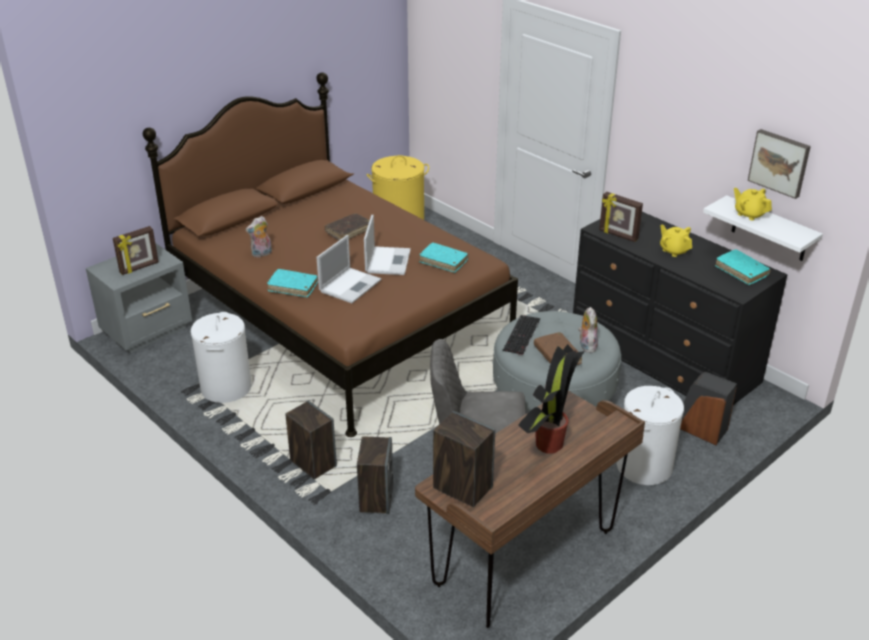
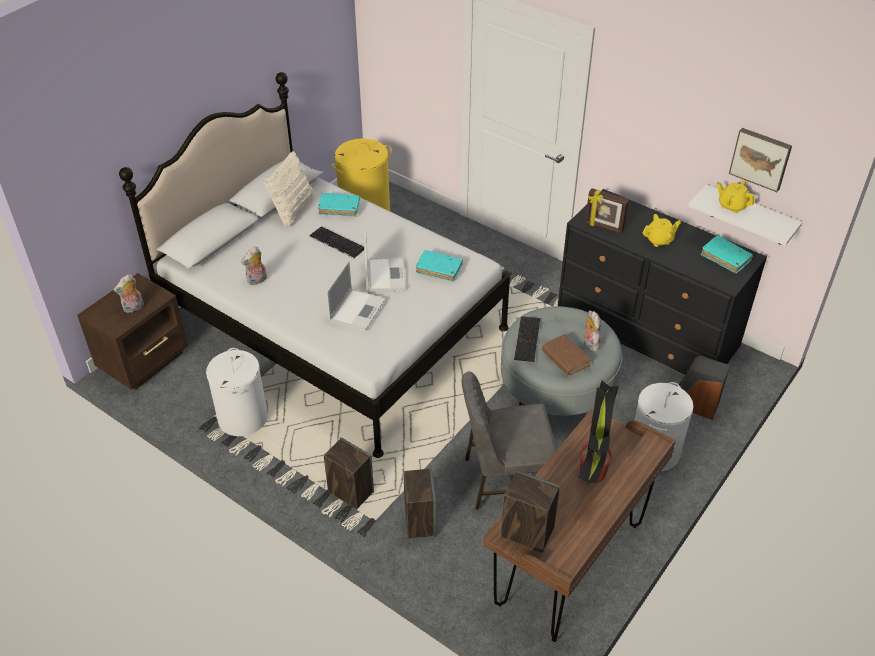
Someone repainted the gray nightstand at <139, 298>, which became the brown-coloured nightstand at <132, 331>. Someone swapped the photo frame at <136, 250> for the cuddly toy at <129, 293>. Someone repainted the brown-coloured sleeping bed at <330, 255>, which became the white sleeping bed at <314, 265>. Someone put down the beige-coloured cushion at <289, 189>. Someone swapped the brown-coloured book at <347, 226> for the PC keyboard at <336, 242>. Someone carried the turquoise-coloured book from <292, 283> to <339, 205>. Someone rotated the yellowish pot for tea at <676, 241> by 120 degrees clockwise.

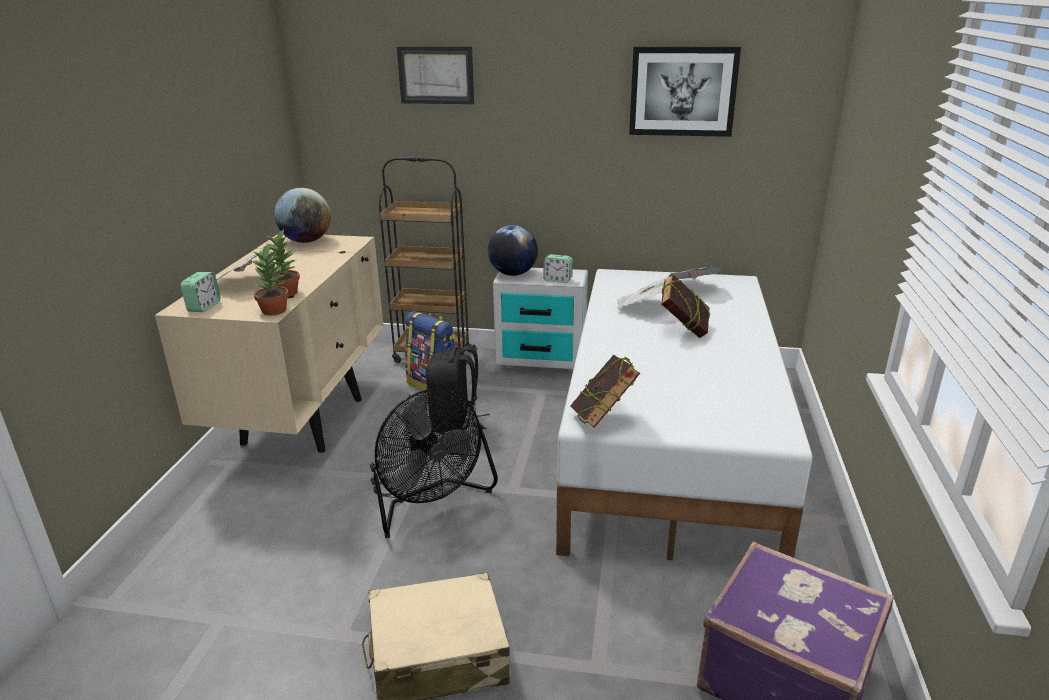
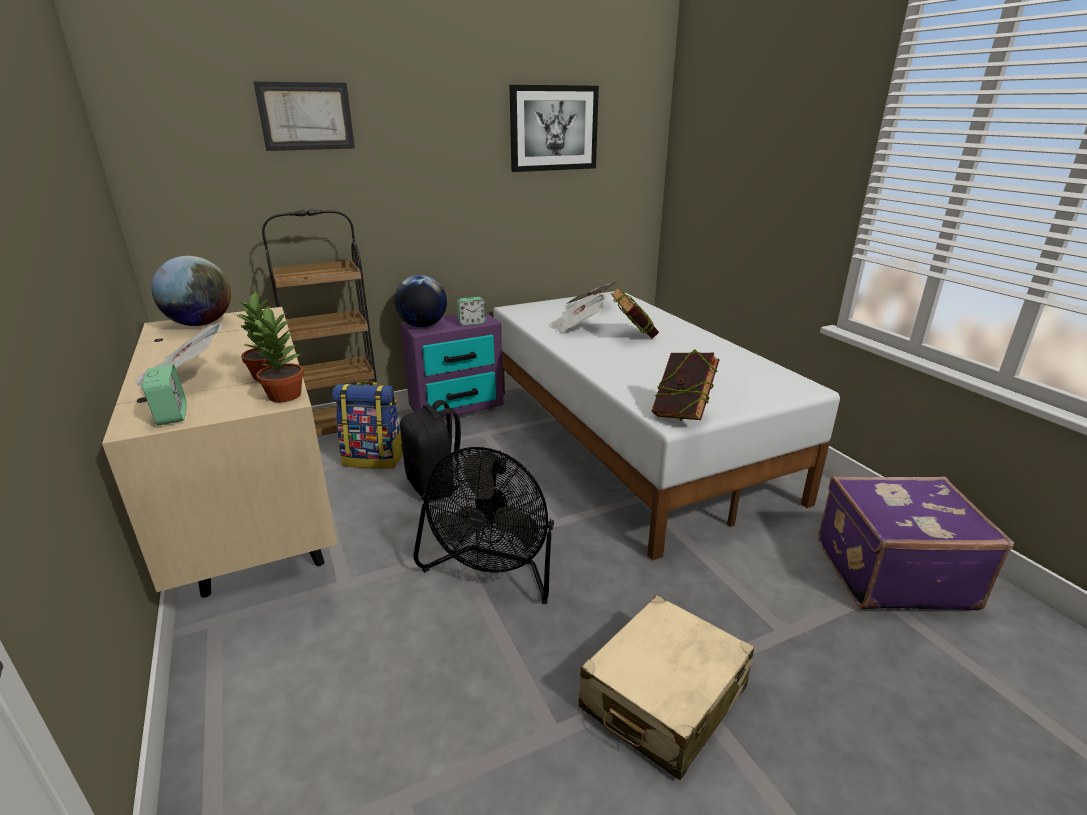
Someone repainted the white nightstand at <540, 320>, which became the purplish nightstand at <452, 365>. Someone rotated the black electric fan at <434, 463> by 90 degrees clockwise.

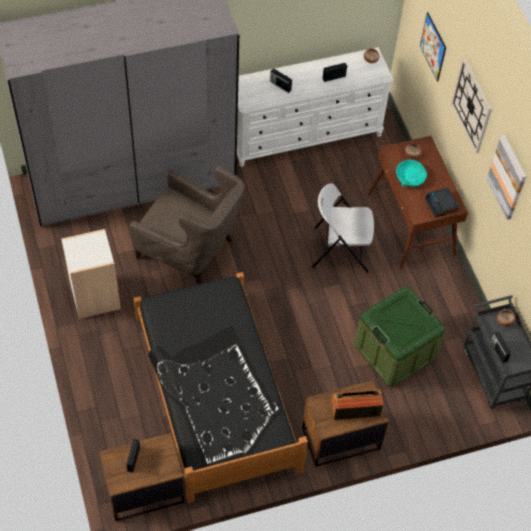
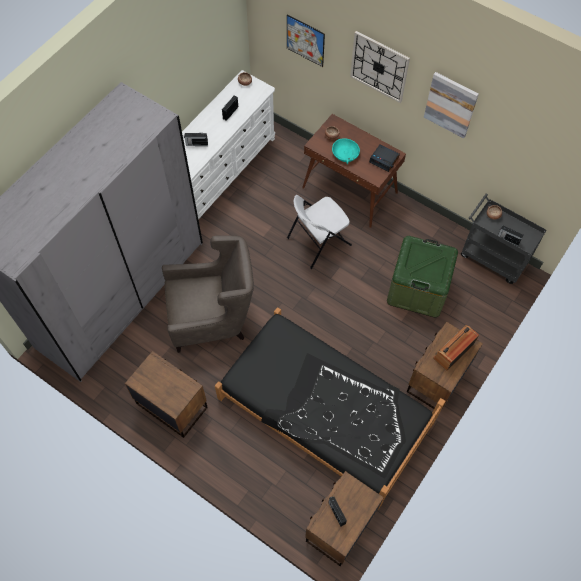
Someone swapped the bookcase at <91, 274> for the brown-coloured nightstand at <166, 394>.

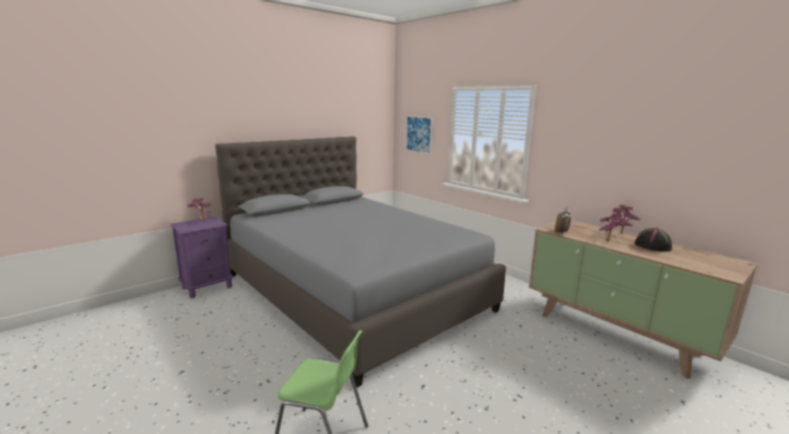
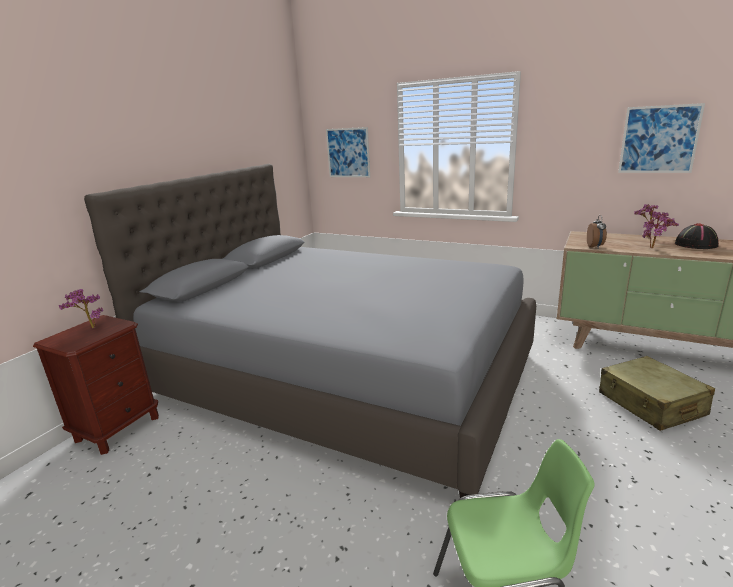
Someone repainted the purplish nightstand at <201, 257>, which became the brown-coloured nightstand at <96, 385>. Someone put down the beige-coloured piece of luggage at <657, 393>. Someone put up the wall picture at <661, 138>.

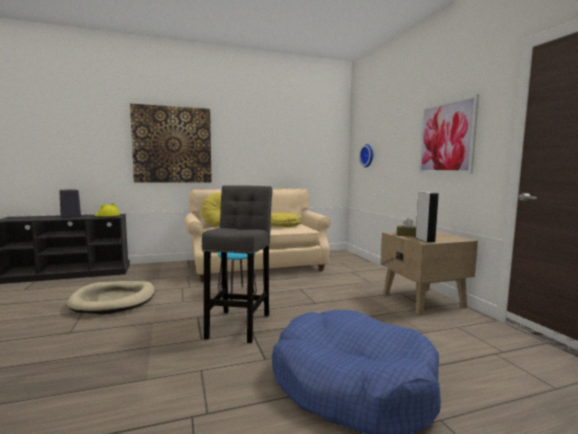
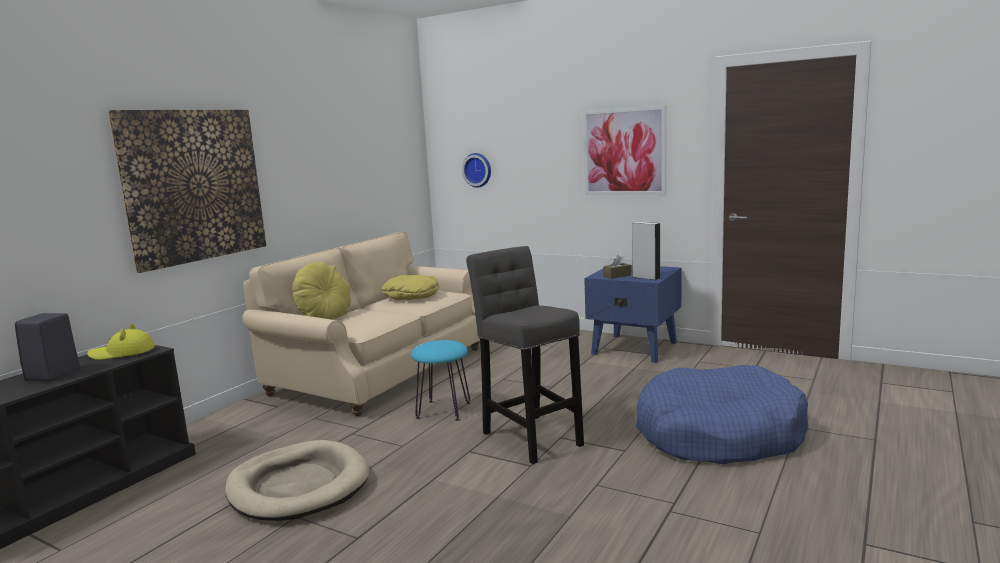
Someone repainted the beige-coloured nightstand at <429, 273>, which became the blue nightstand at <633, 313>.

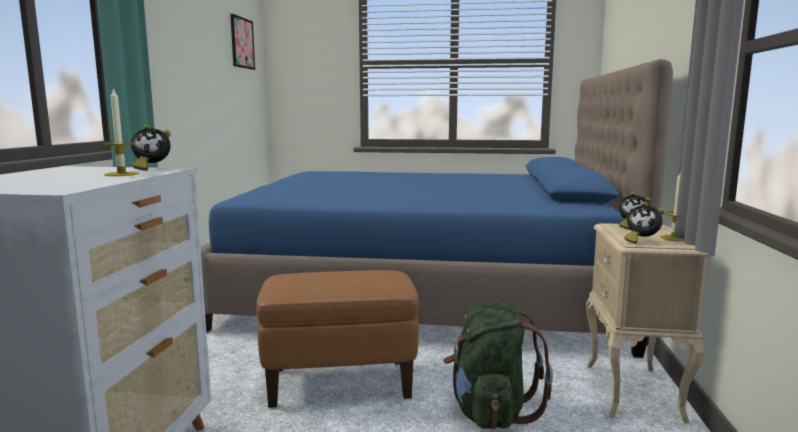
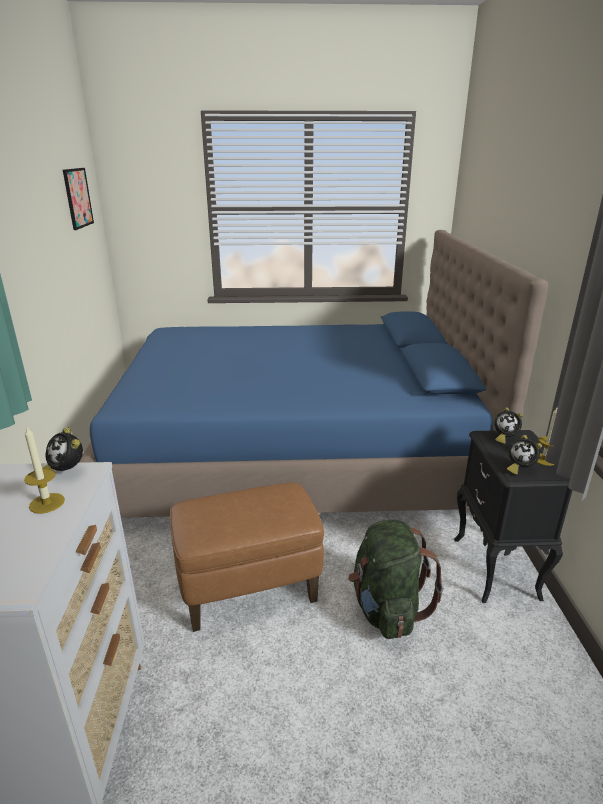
Someone rotated the bedside clock at <151, 148> by 60 degrees clockwise. Someone repainted the beige-coloured nightstand at <647, 323>, which became the black nightstand at <513, 516>.

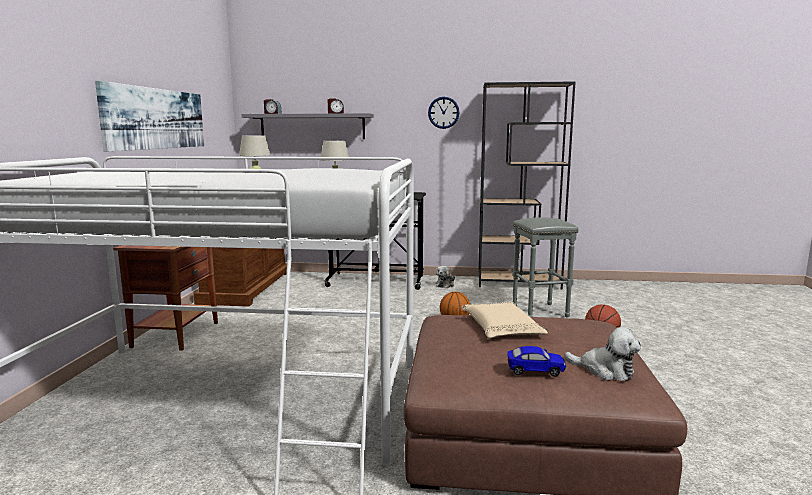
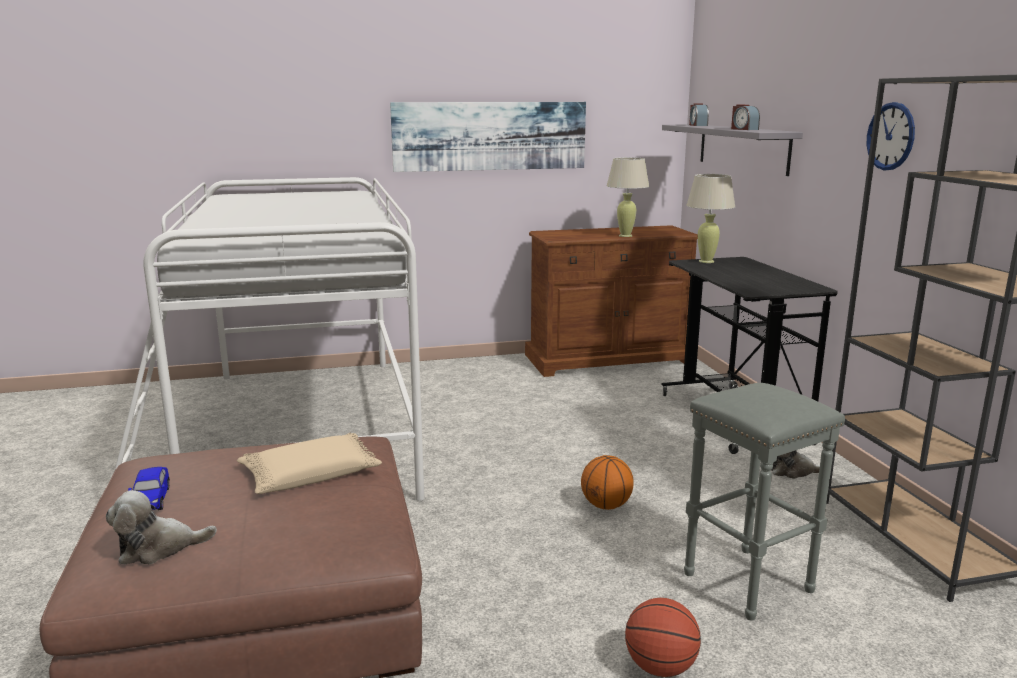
Someone rotated the cuddly toy at <602, 354> by 60 degrees clockwise. Someone took away the nightstand at <165, 293>.

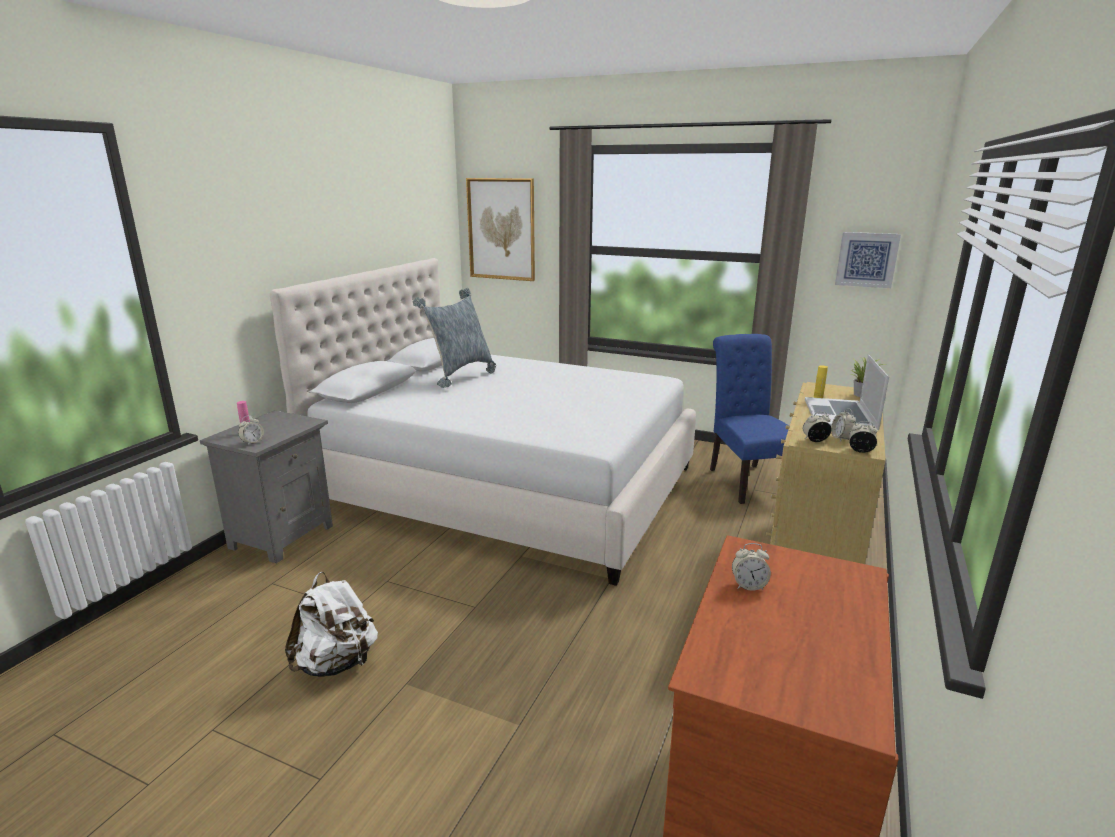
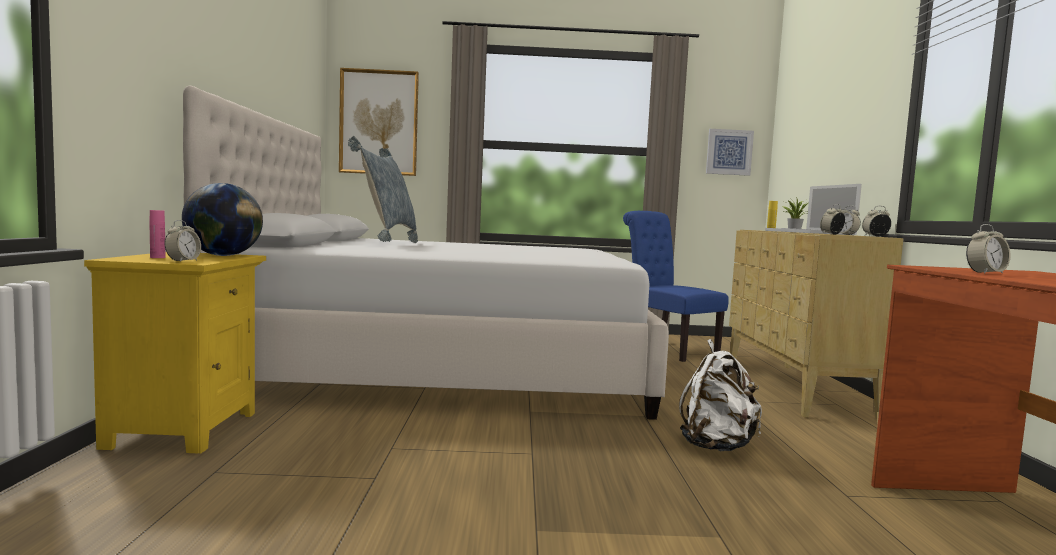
Someone repainted the gray nightstand at <266, 486>, which became the yellowish nightstand at <175, 353>. Someone put down the desk globe at <222, 219>. Someone carried the white backpack from <331, 624> to <720, 395>.

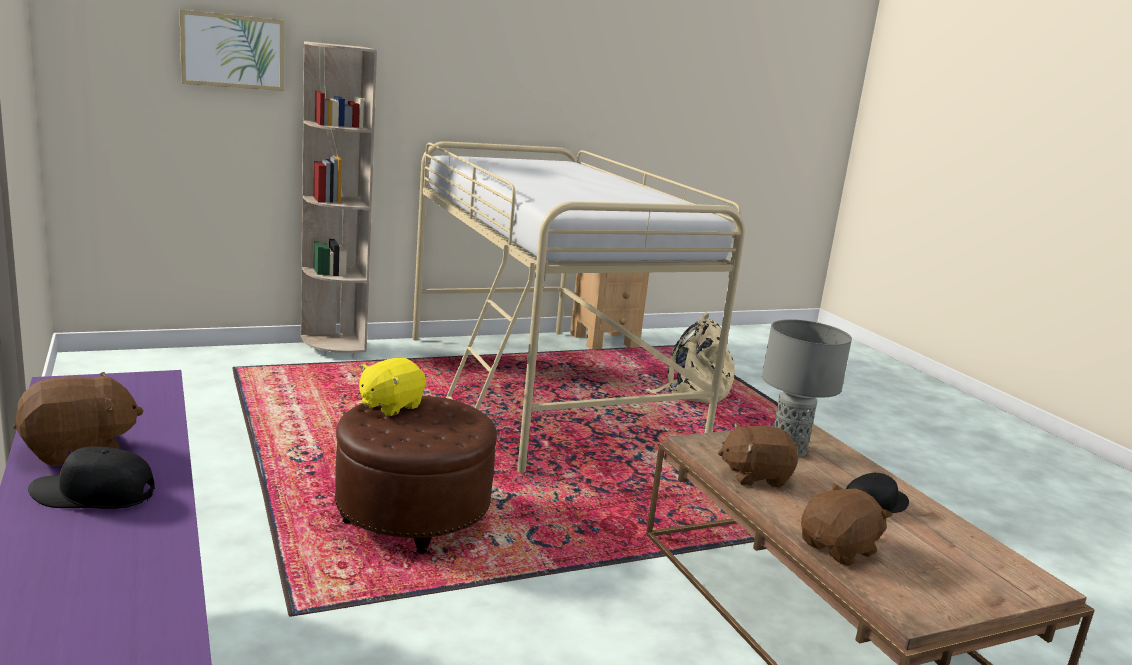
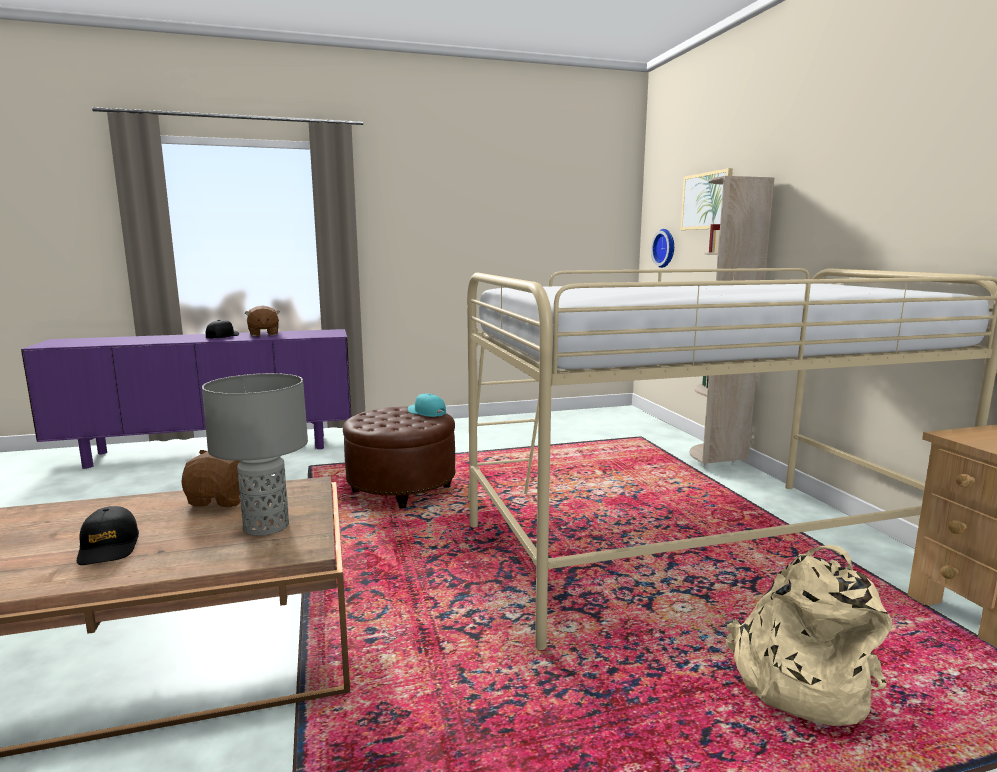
Someone swapped the yellowish cuddly toy at <392, 387> for the turquoise-coloured cap at <427, 405>. Someone put up the clock on the wall at <662, 248>. Someone took away the brown-coloured cuddly toy at <847, 524>.

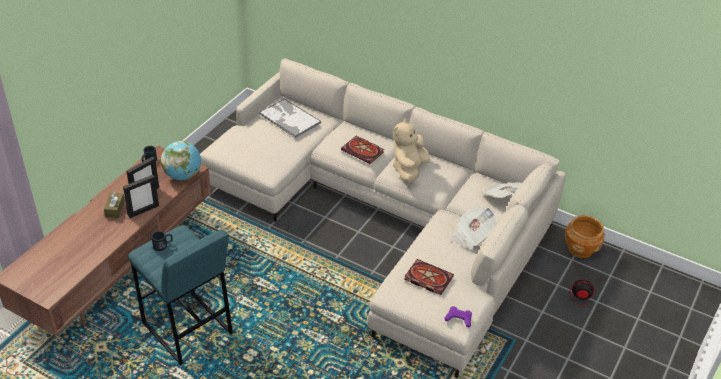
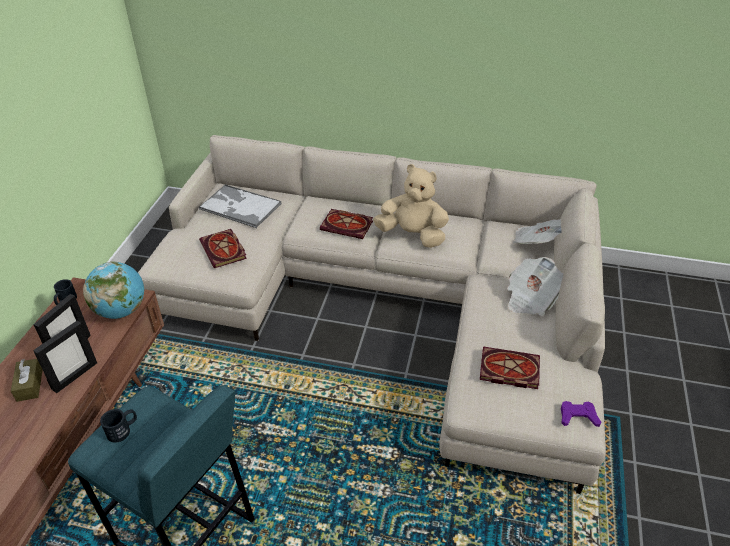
Someone put down the book at <223, 248>. Someone rotated the beige-coloured cuddly toy at <411, 150> by 105 degrees clockwise. Someone took away the electric fan at <571, 308>. Someone took away the brown-coloured flower pot at <585, 236>.

